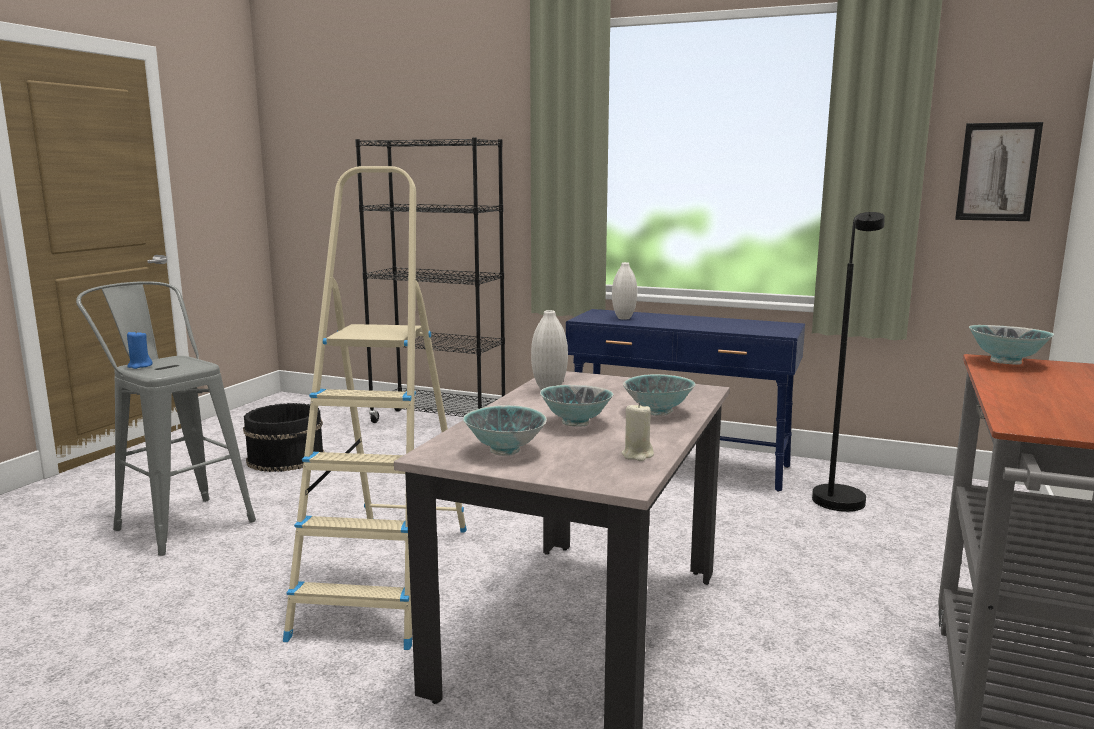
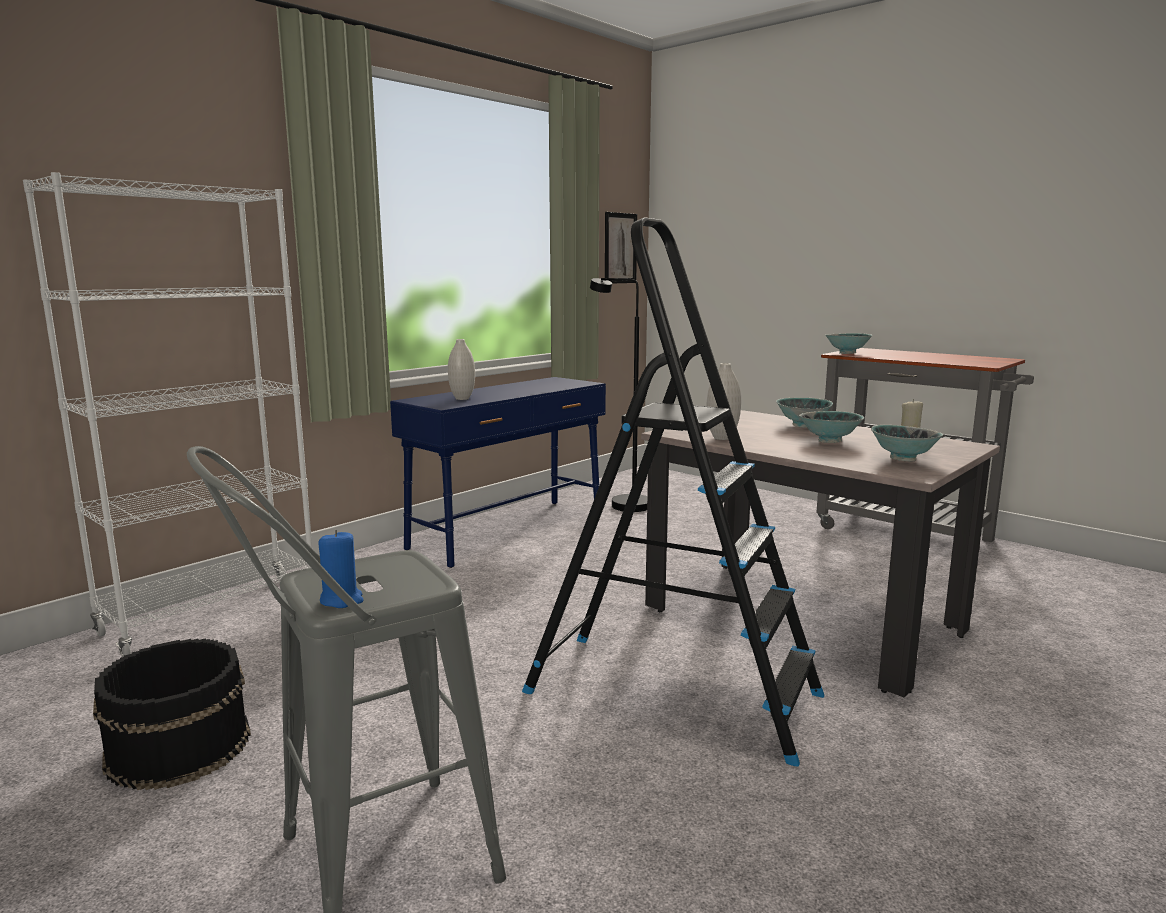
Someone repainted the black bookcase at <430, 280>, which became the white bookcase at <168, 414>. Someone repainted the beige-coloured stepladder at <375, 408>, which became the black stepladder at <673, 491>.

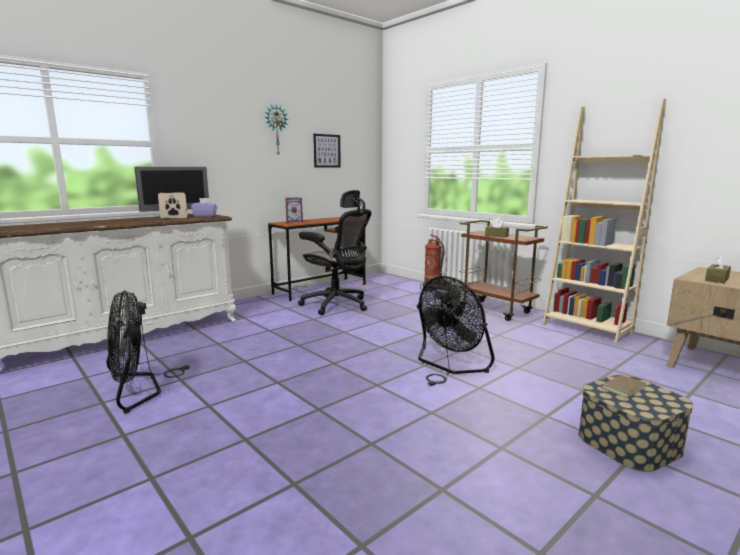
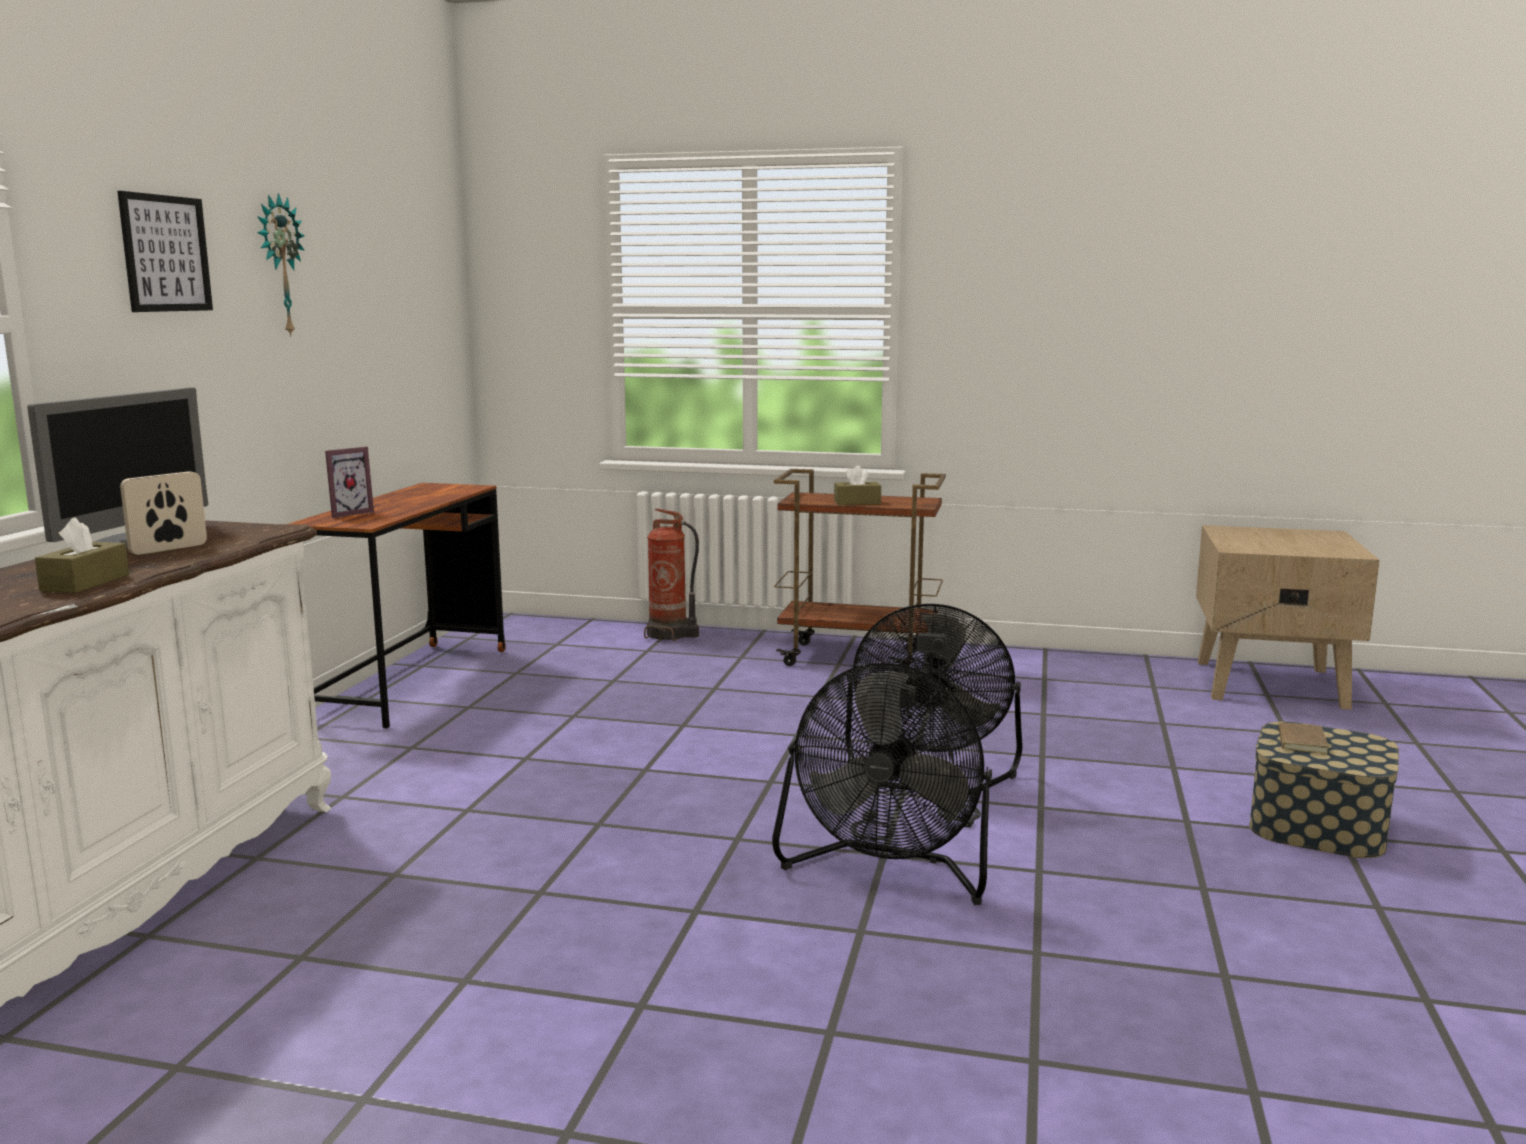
Someone carried the brown-coloured box of tissues from <718, 269> to <82, 555>. Someone carried the wall picture from <327, 151> to <165, 251>. Someone carried the black electric fan from <148, 352> to <882, 784>. Someone took away the purplish box of tissues at <204, 207>. Someone took away the desk chair at <334, 252>. Someone took away the beige-coloured bookcase at <604, 220>.

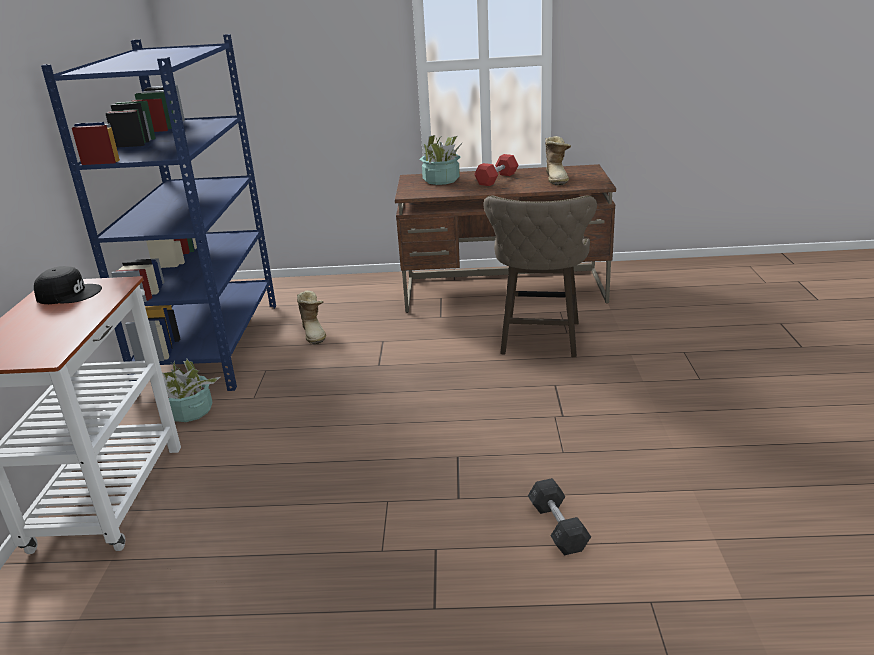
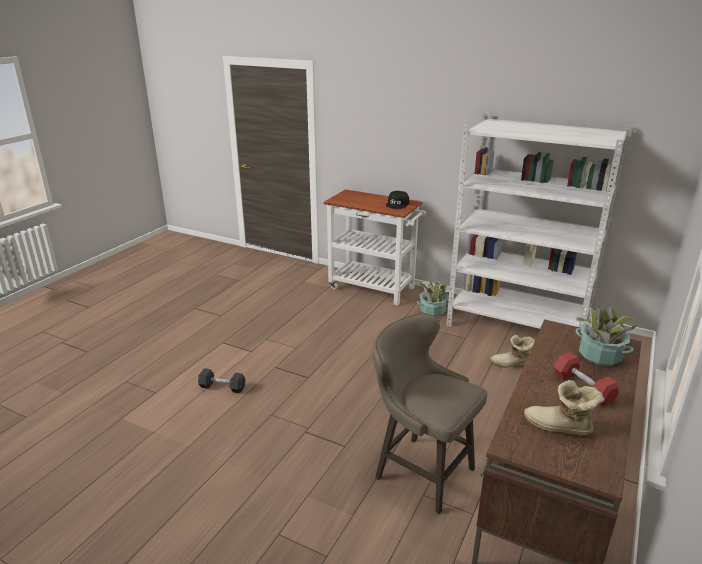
Someone repainted the blue bookcase at <158, 214>, which became the white bookcase at <538, 220>.

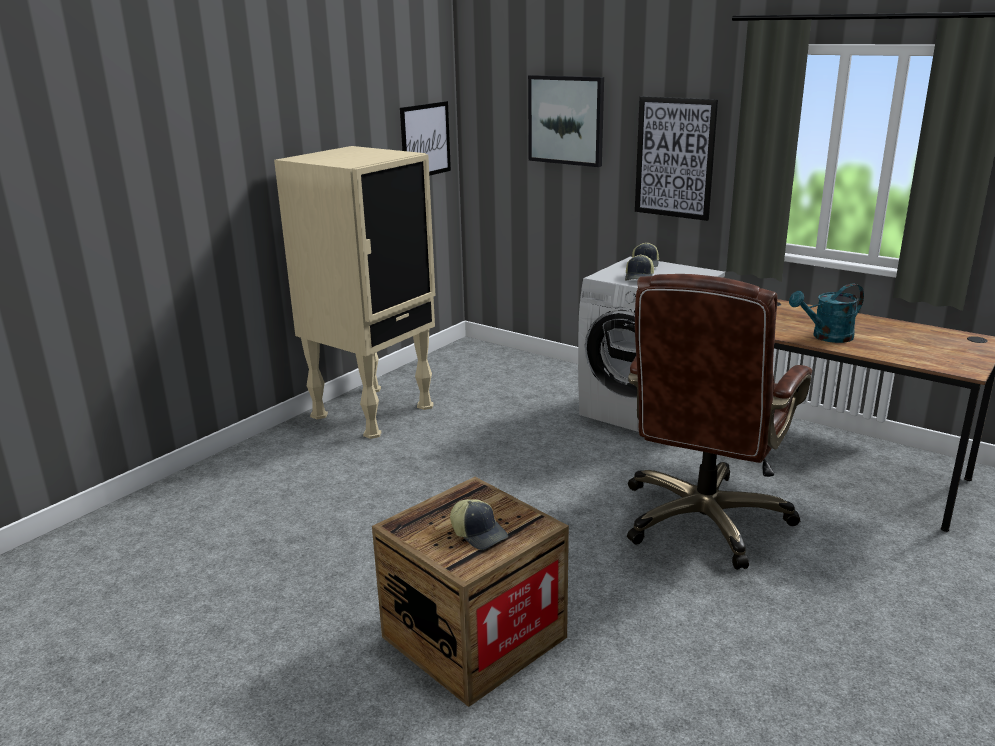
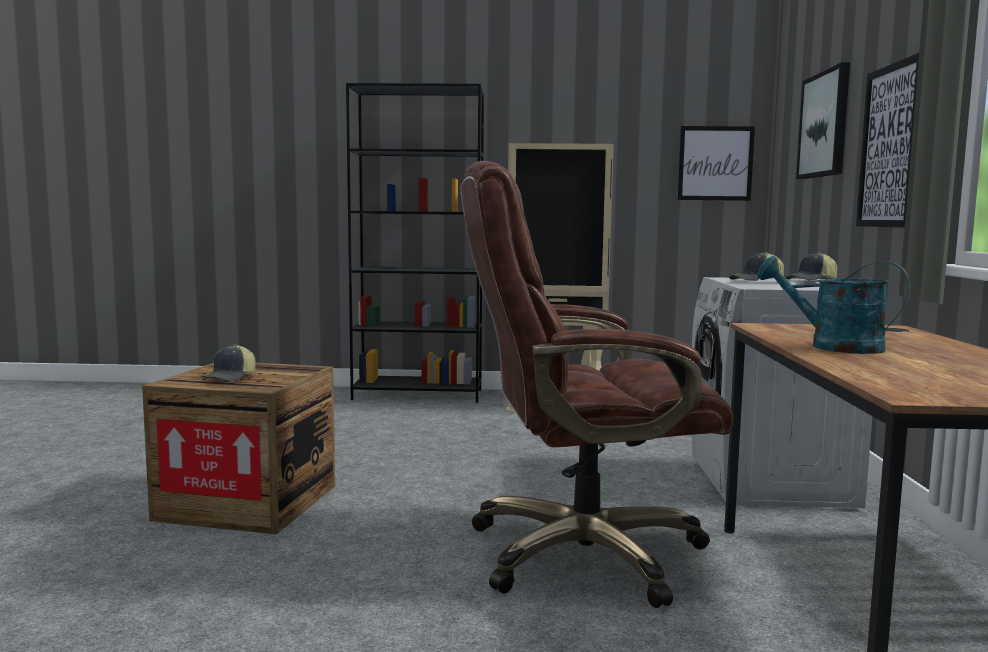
Someone put down the black bookcase at <415, 243>.

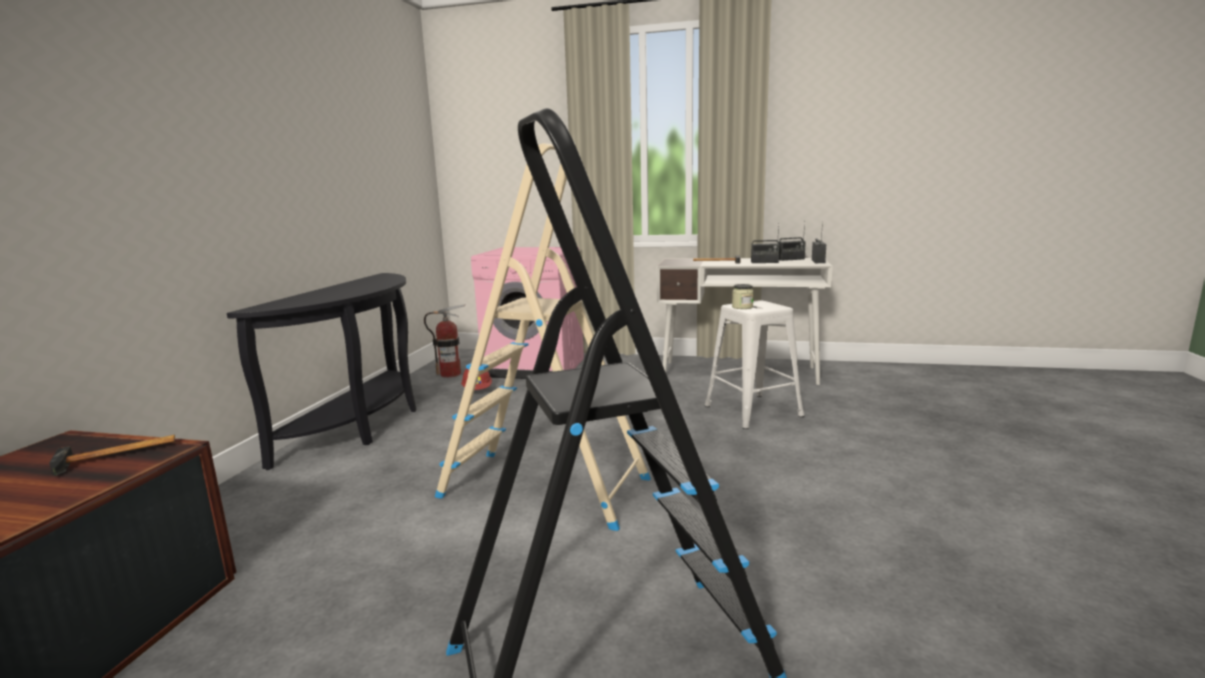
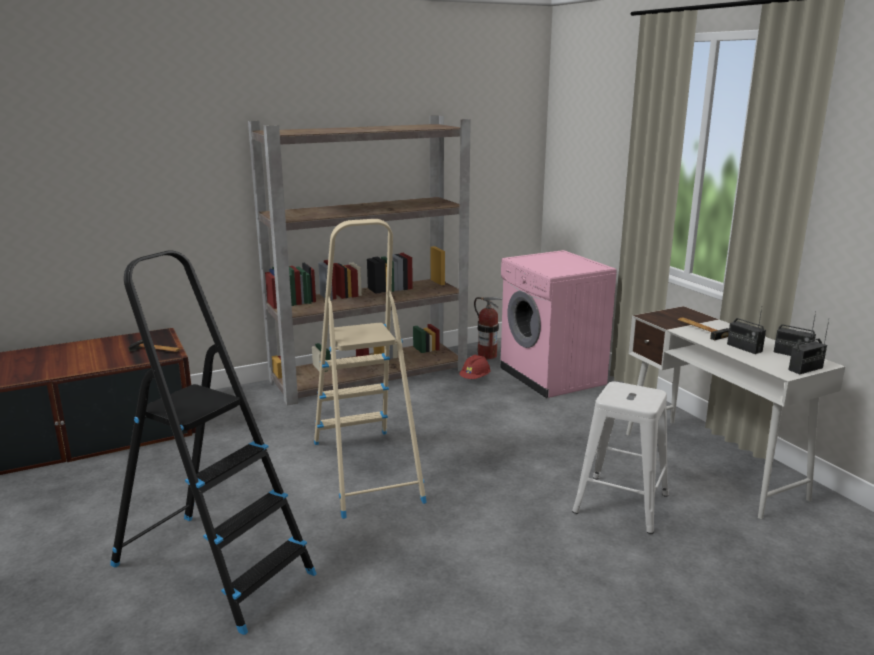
Someone swapped the black hall table at <321, 371> for the brown-coloured bookcase at <359, 260>. Someone took away the storage jar at <743, 296>.

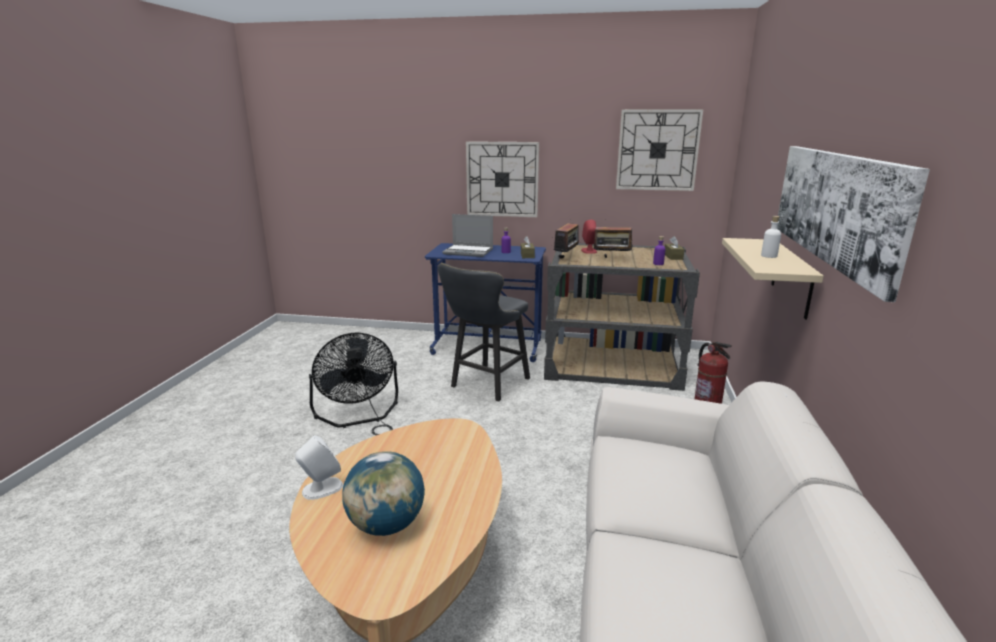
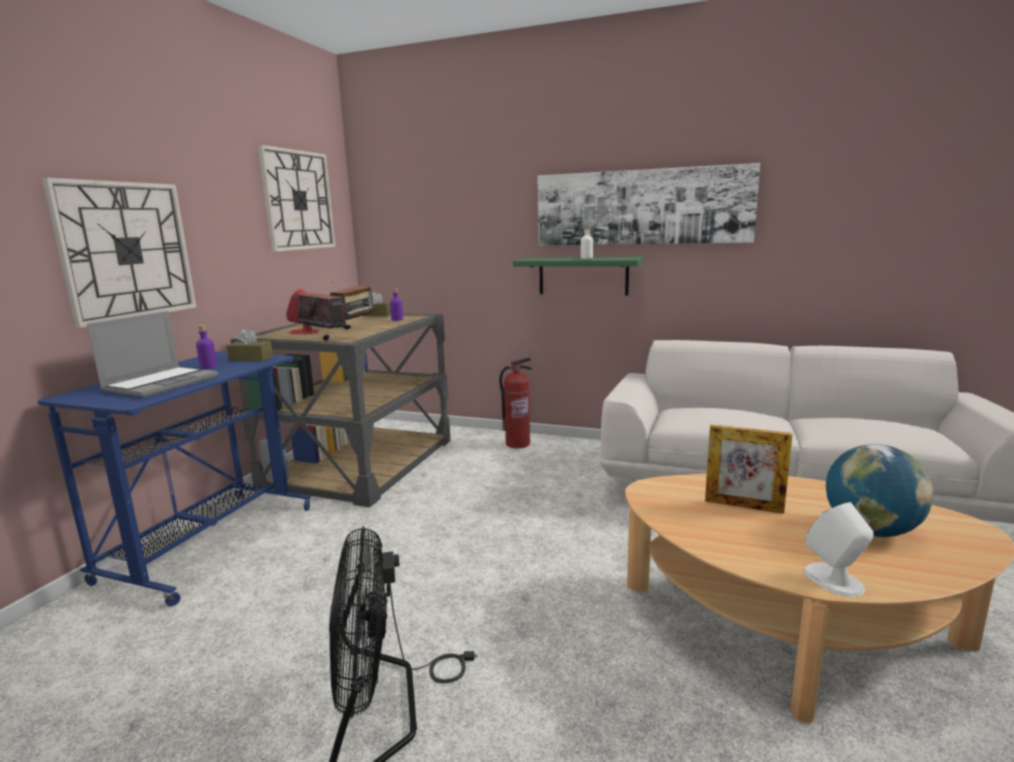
Someone repainted the beige-coloured shelf at <773, 278>, which became the greenish shelf at <578, 276>. Someone put down the photo frame at <748, 469>. Someone took away the gray stool at <484, 332>.

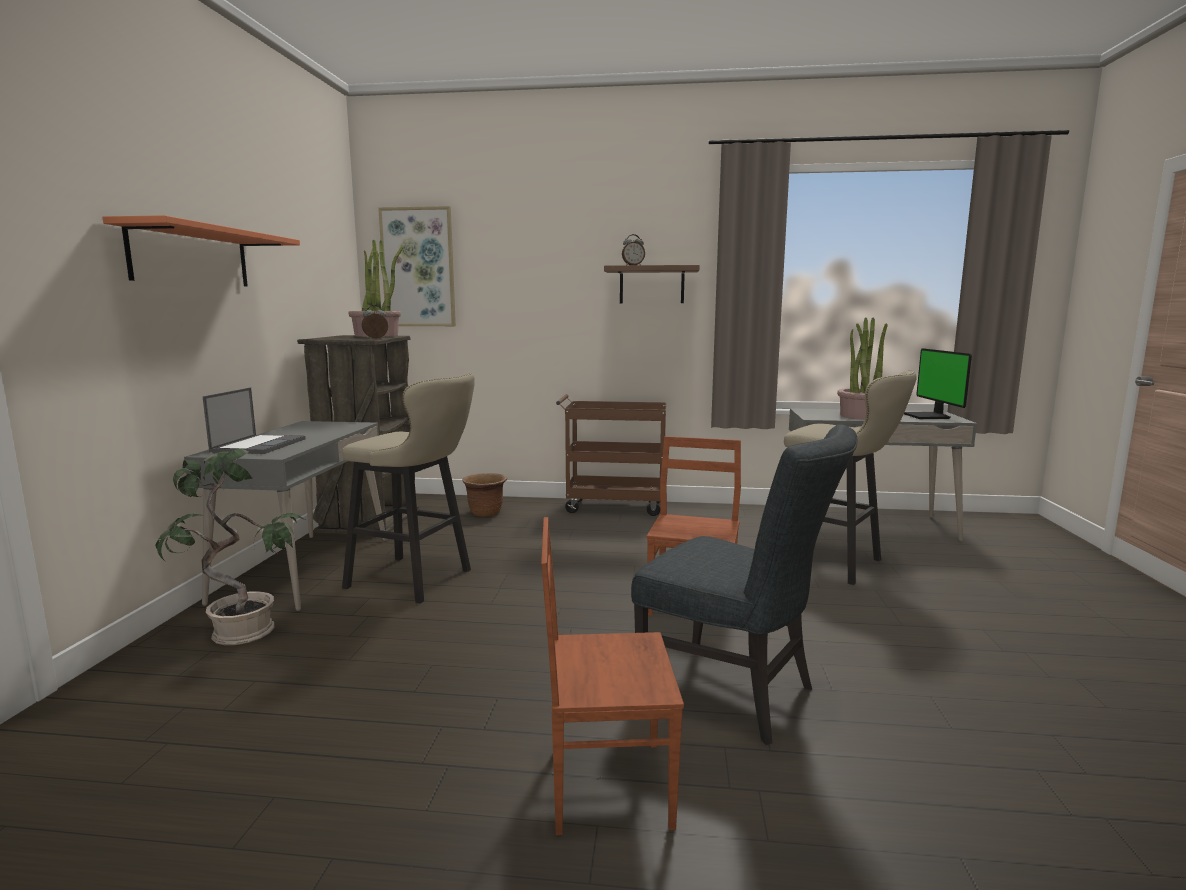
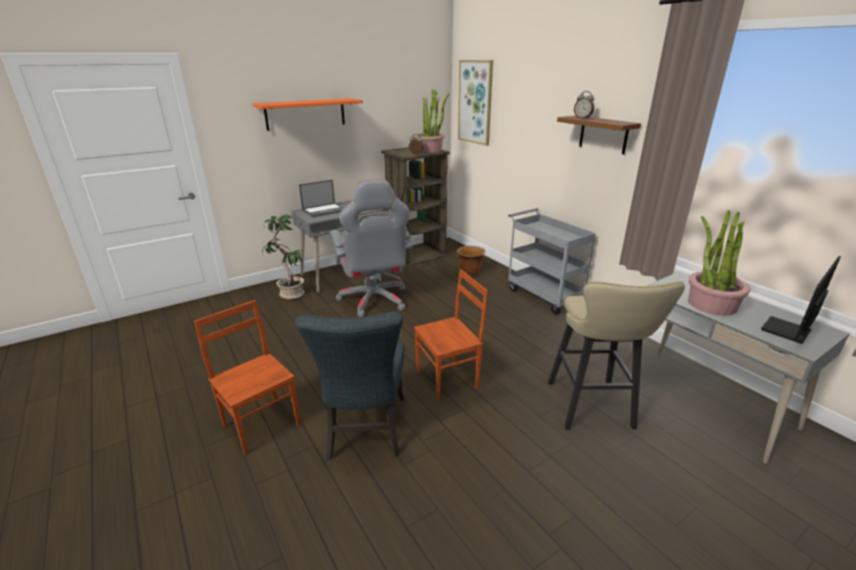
Someone swapped the beige-coloured stool at <408, 488> for the gray desk chair at <371, 248>. Someone repainted the brown-coloured wheeled cart at <611, 455>, which became the gray wheeled cart at <552, 261>.

